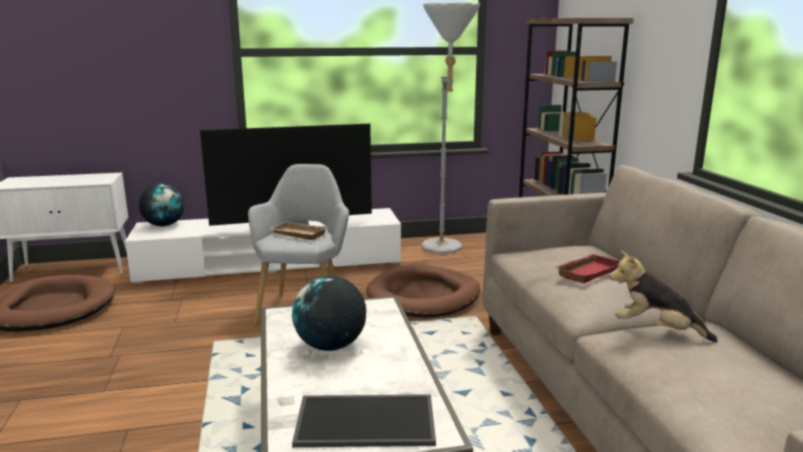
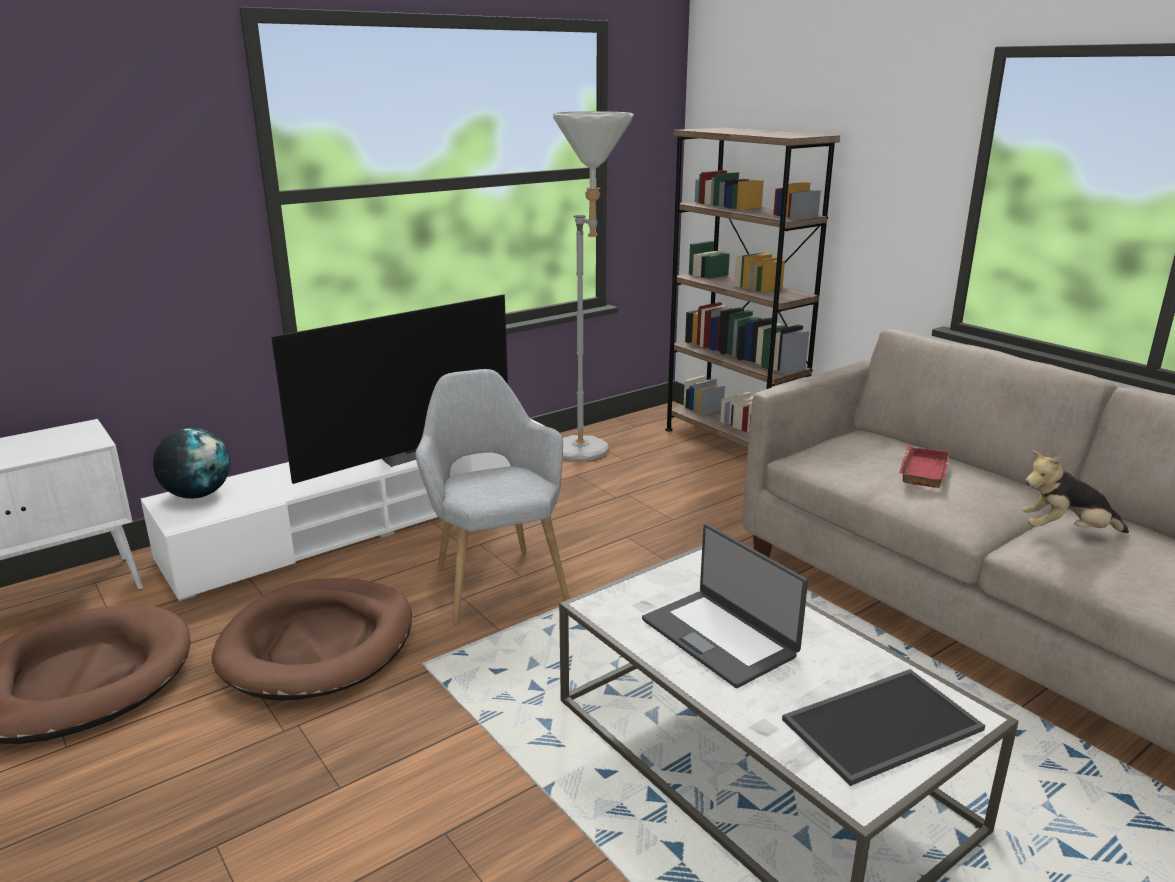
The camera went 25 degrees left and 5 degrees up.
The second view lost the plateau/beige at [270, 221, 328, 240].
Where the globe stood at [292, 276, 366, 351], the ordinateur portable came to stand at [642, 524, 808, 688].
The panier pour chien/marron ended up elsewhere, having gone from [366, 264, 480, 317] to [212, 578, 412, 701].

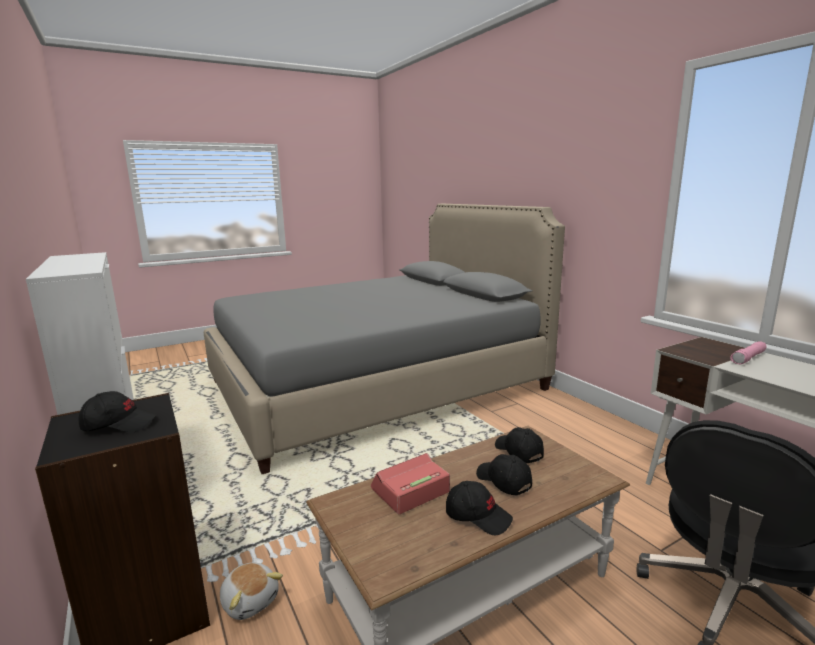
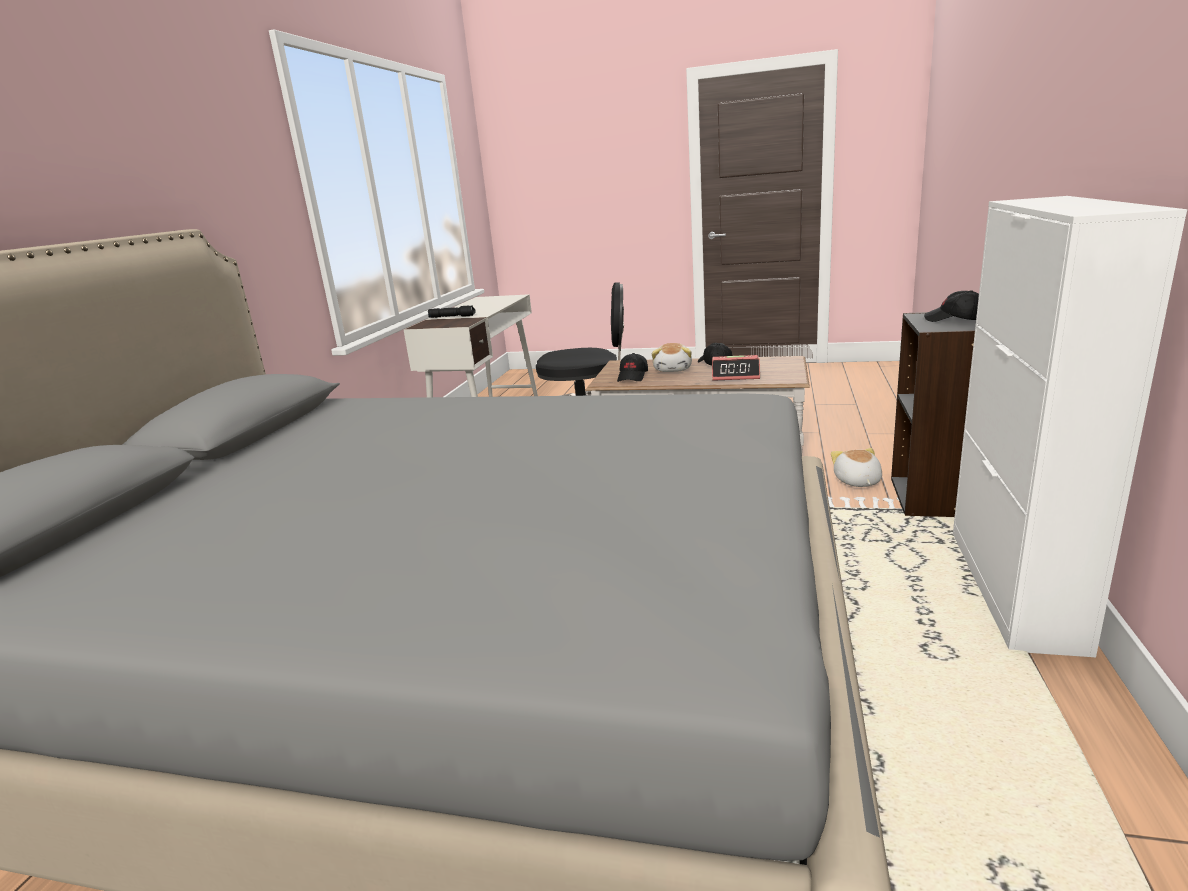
The camera went 135 degrees left and 5 degrees up.
Where the casquette/noir stood at [476, 454, 532, 496], the peluche came to stand at [652, 343, 692, 372].
What was the lampe de poche/rose at [730, 341, 766, 364] turned into the lampe de poche/noir at [428, 306, 476, 318].

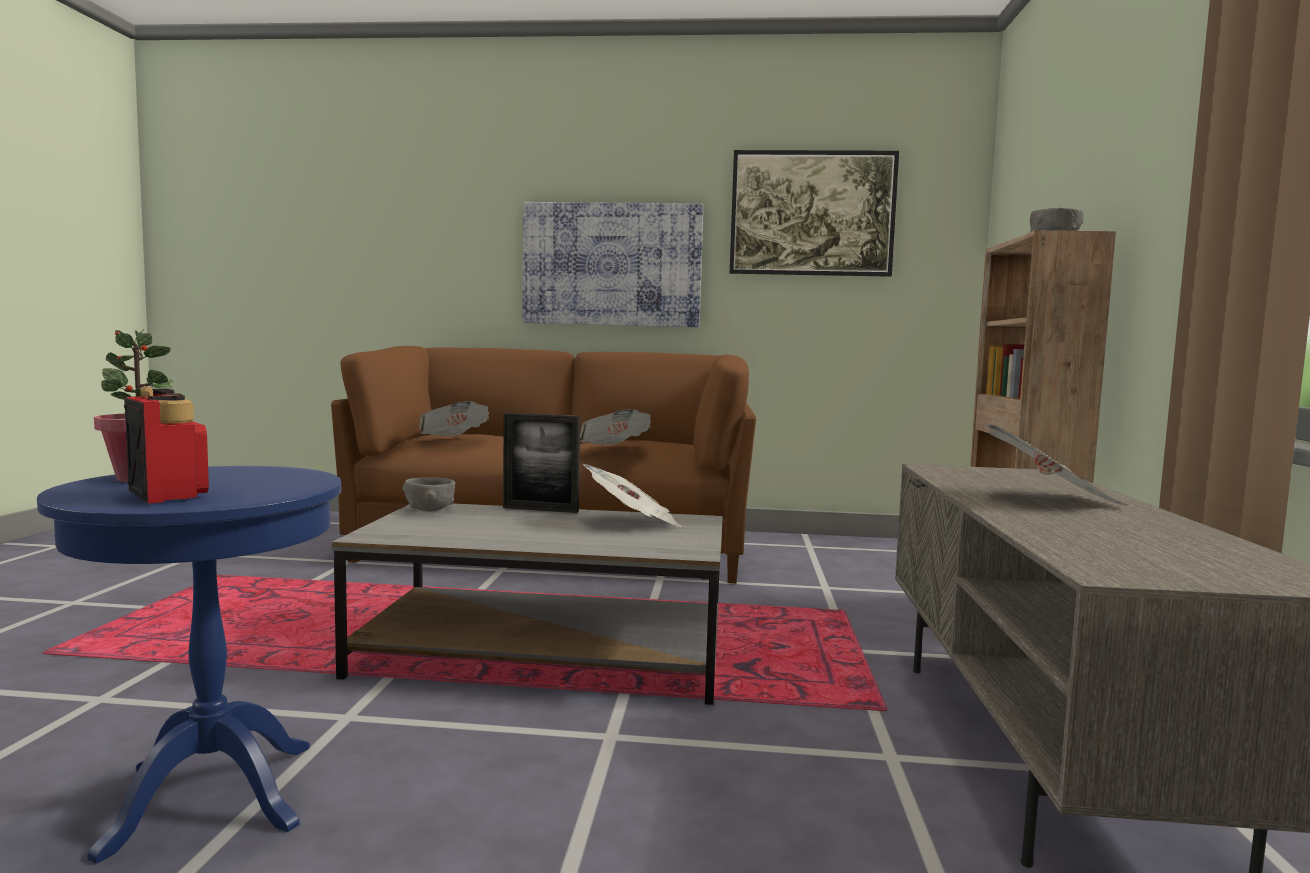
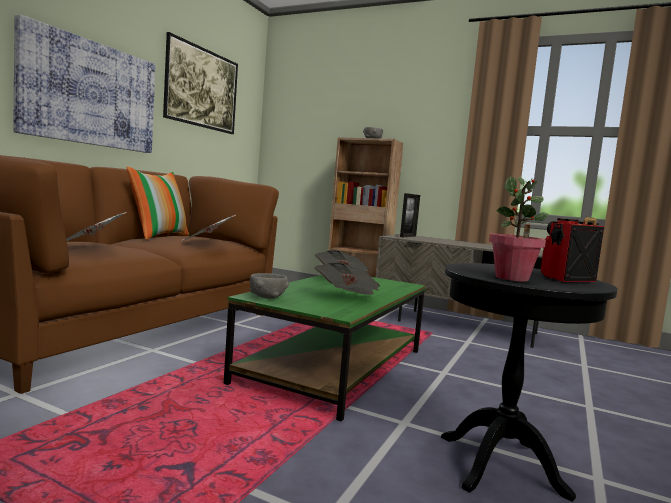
The camera went 70 degrees left and 0 degrees up.
What was the table d'appoint/bleu at [37, 466, 341, 864] turned into the table d'appoint/noir at [441, 263, 618, 502].
What was the table basse/gris at [332, 503, 723, 705] turned into the table basse/vert at [224, 275, 426, 422].
The cadre photo ended up elsewhere, having gone from [503, 413, 580, 513] to [400, 193, 420, 237].
The journal ended up elsewhere, having gone from [982, 424, 1128, 506] to [315, 263, 380, 295].
The second view gained the coussin at [126, 166, 189, 240].

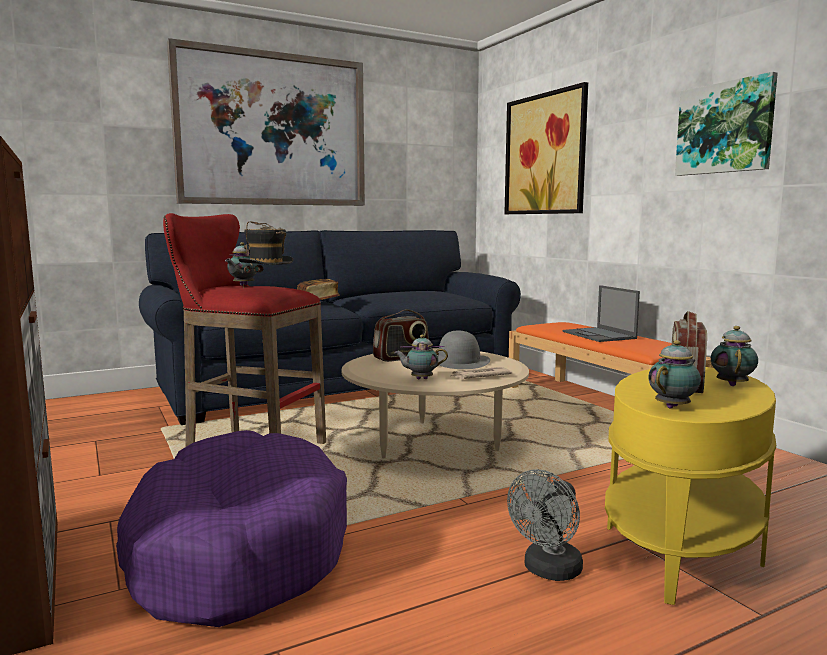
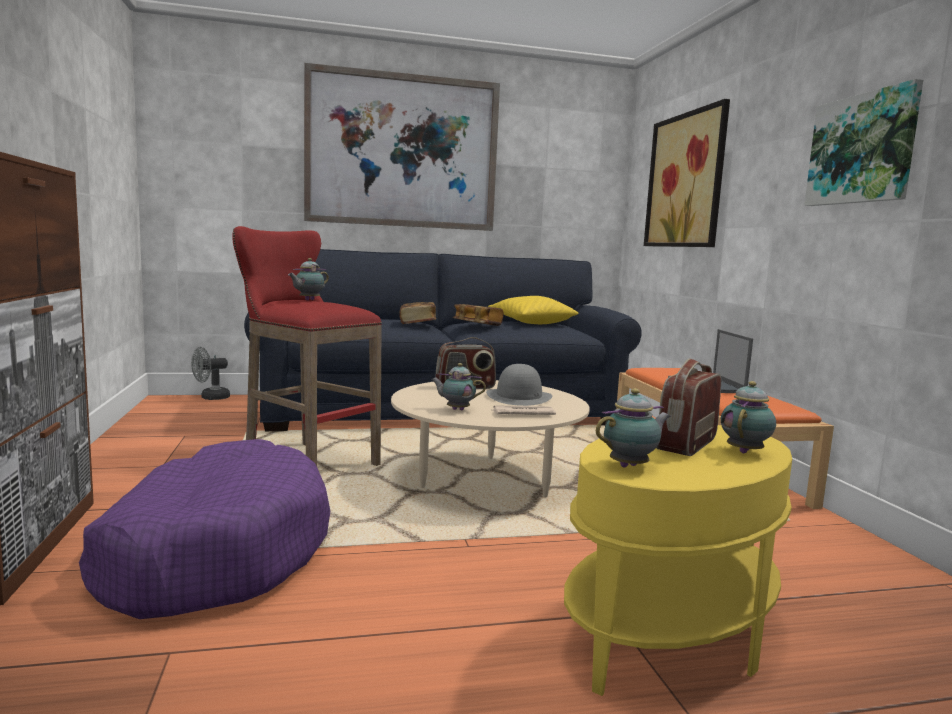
The camera went 15 degrees right and 0 degrees up.
The second view lost the chapeau at [239, 221, 293, 289].
The ventilateur/gris ended up elsewhere, having gone from [507, 469, 583, 581] to [191, 347, 230, 400].
The second view gained the livre at [453, 304, 504, 326].
The second view gained the coussin/jaune at [488, 296, 578, 324].

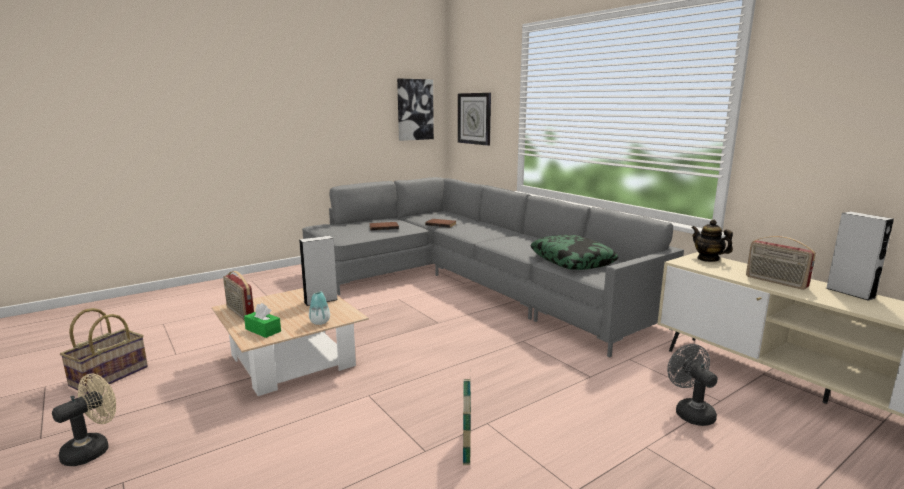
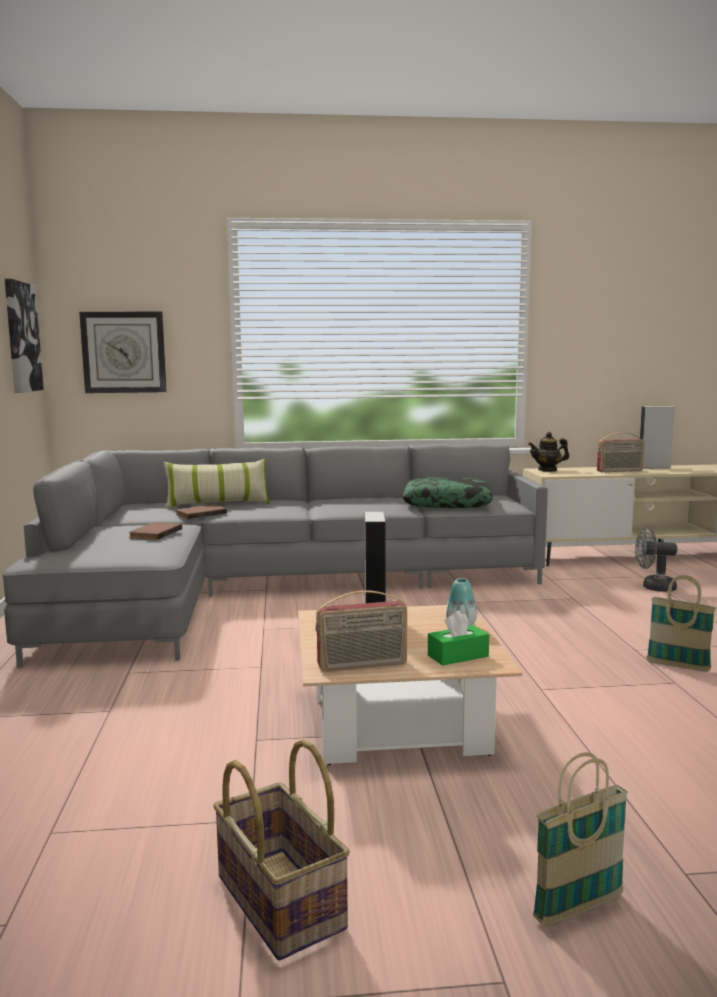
The camera went 60 degrees left and 5 degrees down.
Where the ventilateur/beige stood at [52, 374, 116, 466], the panier came to stand at [533, 752, 628, 926].
The second view gained the coussin at [163, 459, 270, 509].

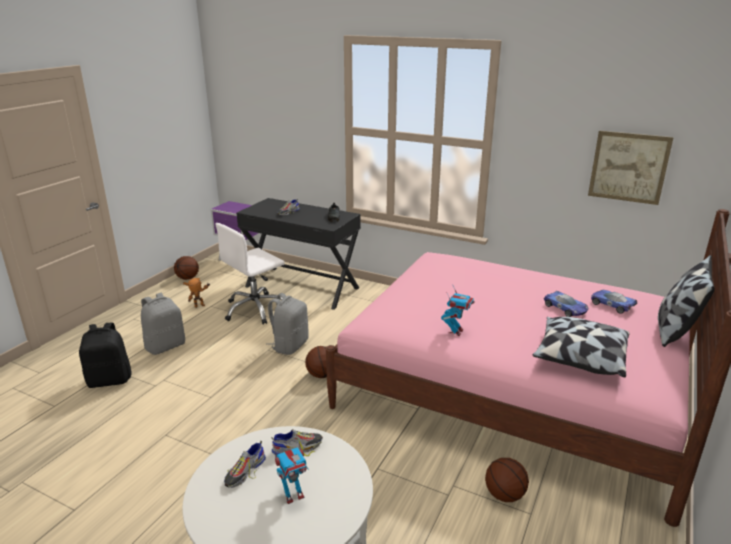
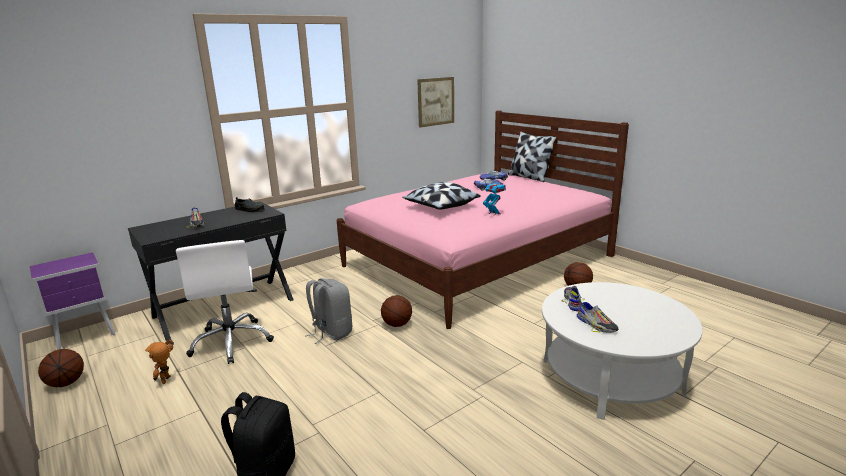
The camera went 65 degrees left and 5 degrees down.
The second view lost the sac à dos/gris at [141, 293, 185, 355].
The second view lost the robot jouet at [273, 435, 309, 504].
The coussin ended up elsewhere, having gone from [533, 317, 629, 377] to [402, 182, 481, 210].

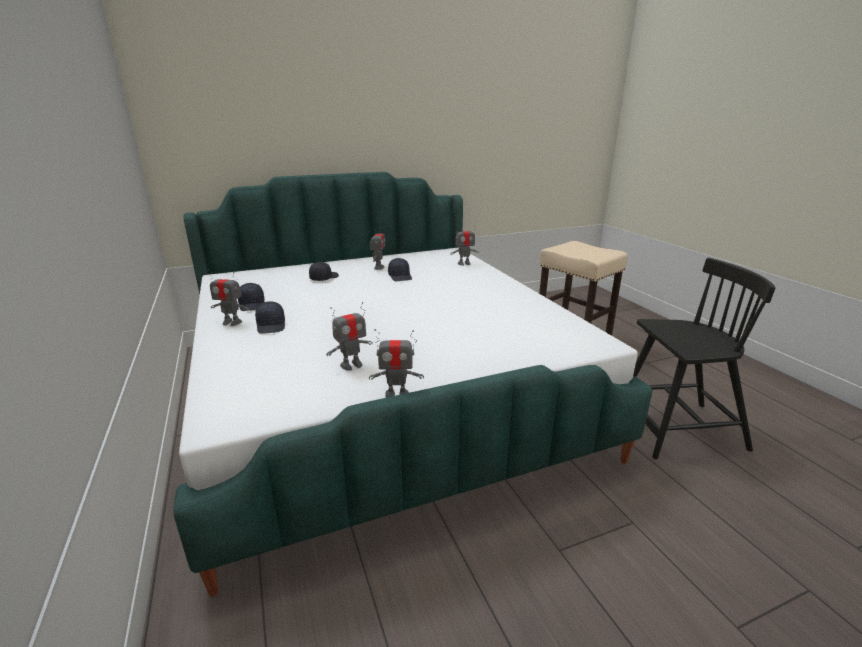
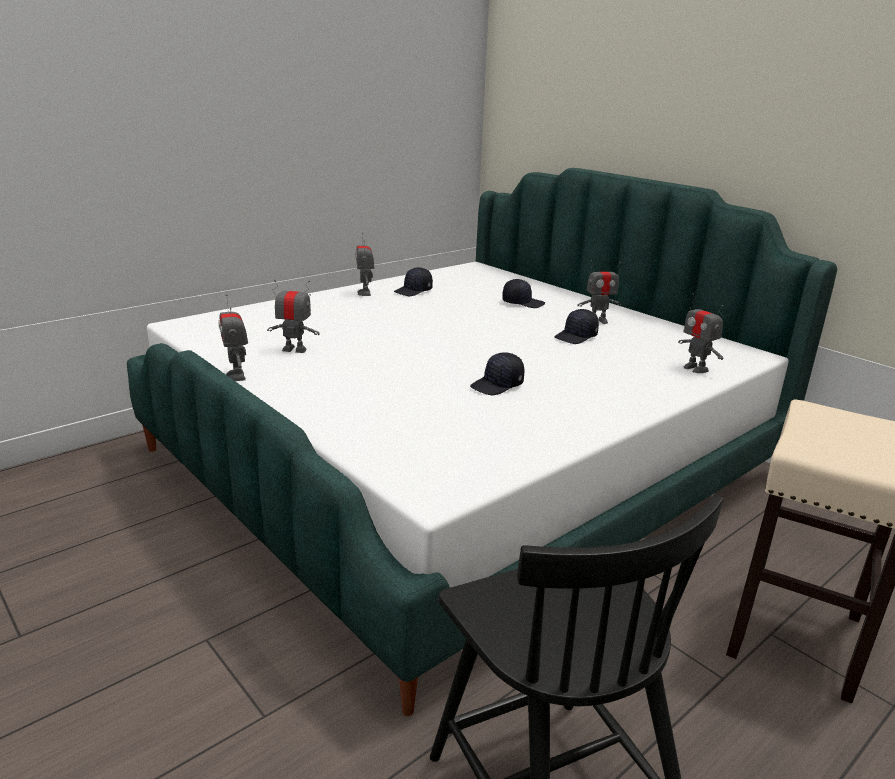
The camera went 70 degrees right and 0 degrees up.
The casquette/noir ended up elsewhere, having gone from [255, 301, 285, 334] to [470, 352, 524, 395].
The robot jouet at [326, 302, 373, 371] ended up facing another way, 150 degrees clockwise from before.

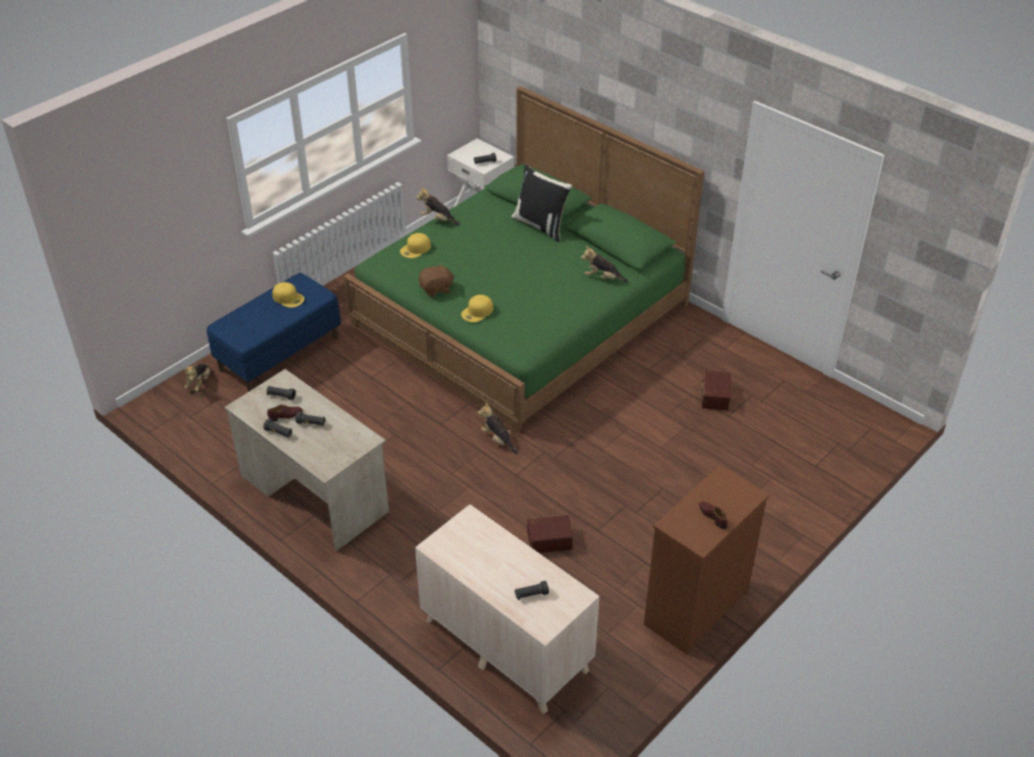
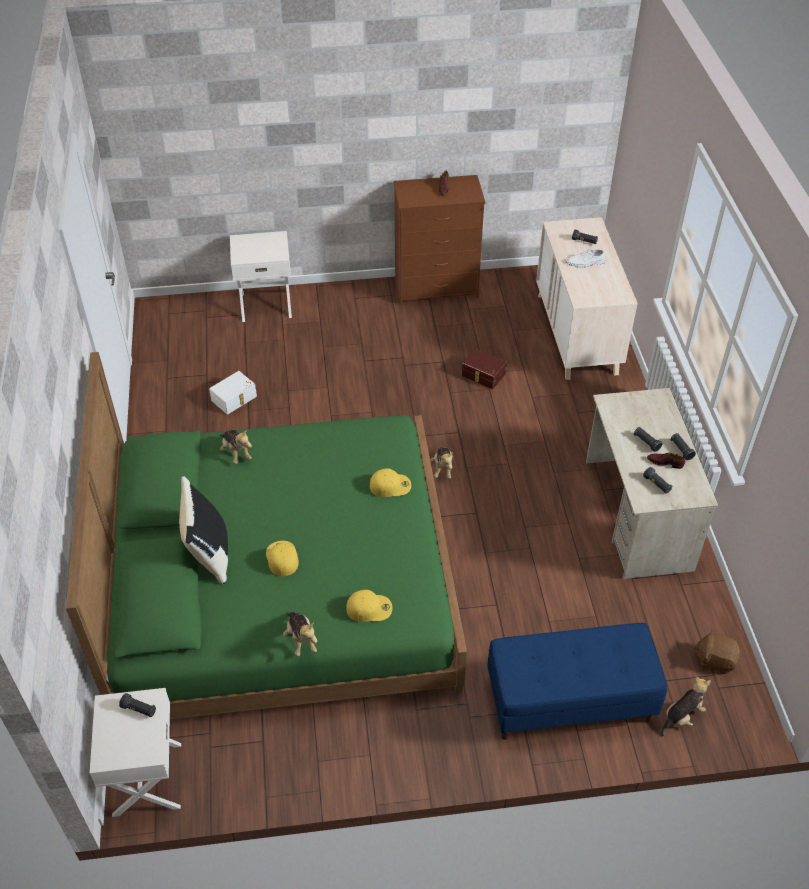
The camera went 140 degrees left and 5 degrees up.
The casquette/jaune ended up elsewhere, having gone from [272, 282, 304, 308] to [266, 541, 299, 576].
The peluche/marron ended up elsewhere, having gone from [419, 263, 454, 297] to [694, 630, 740, 674].
What was the boîte de rangement/marron at [700, 371, 731, 410] turned into the boîte de rangement/blanc at [209, 371, 257, 414].
The second view gained the table de chevet/blanc at [230, 231, 292, 322].
The second view gained the chaussure/blanc at [566, 249, 606, 267].

